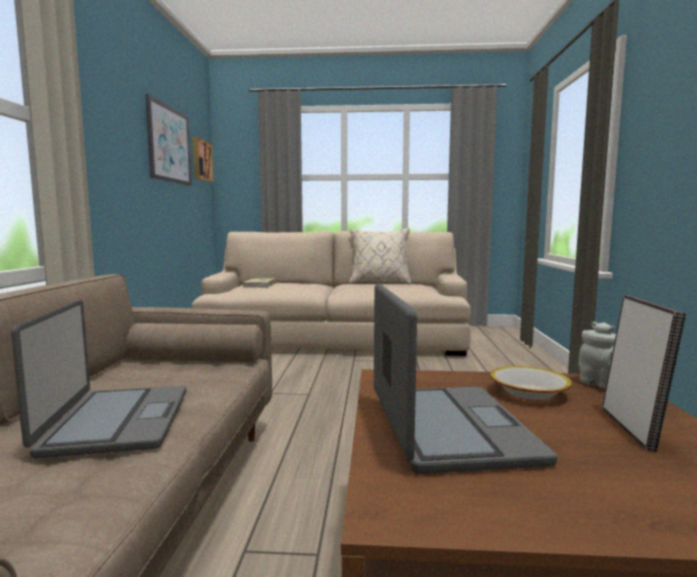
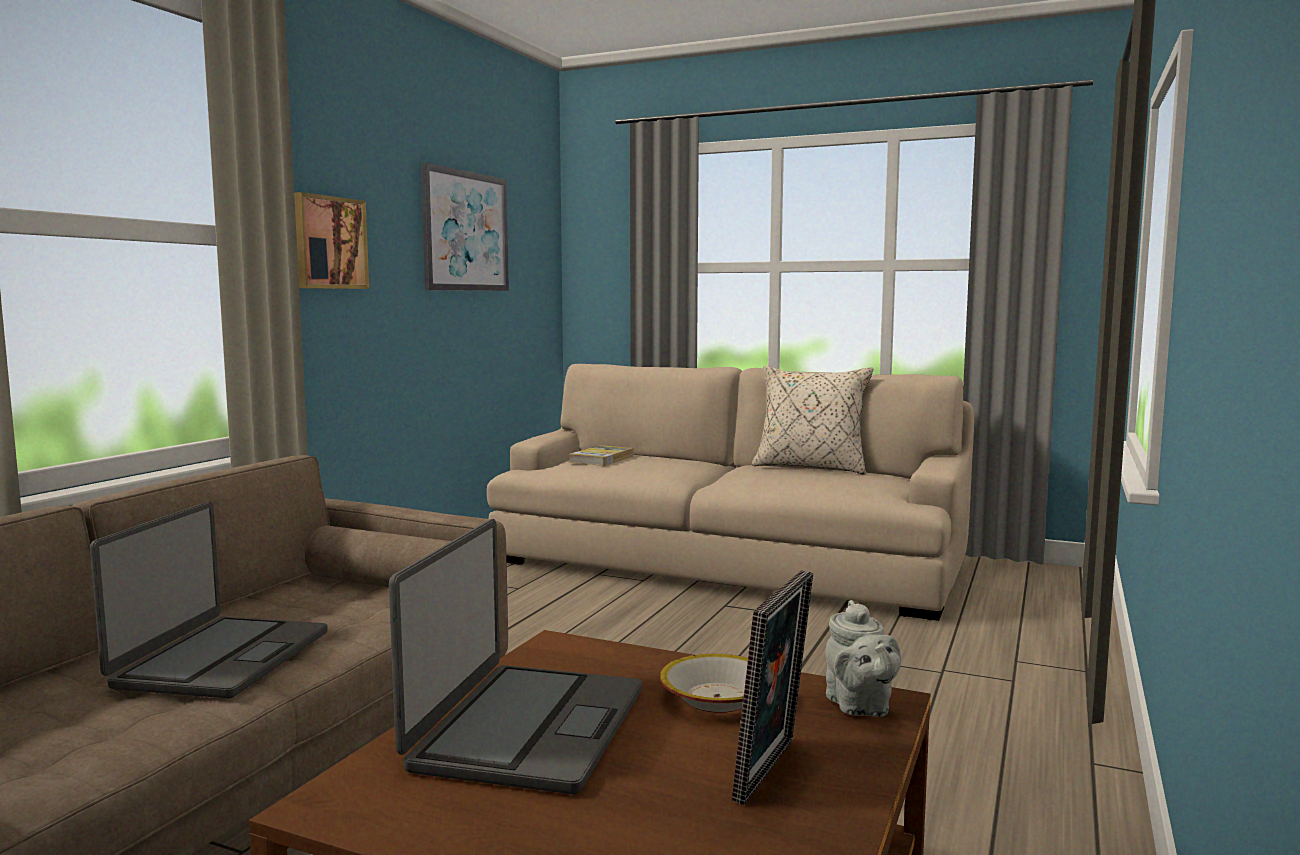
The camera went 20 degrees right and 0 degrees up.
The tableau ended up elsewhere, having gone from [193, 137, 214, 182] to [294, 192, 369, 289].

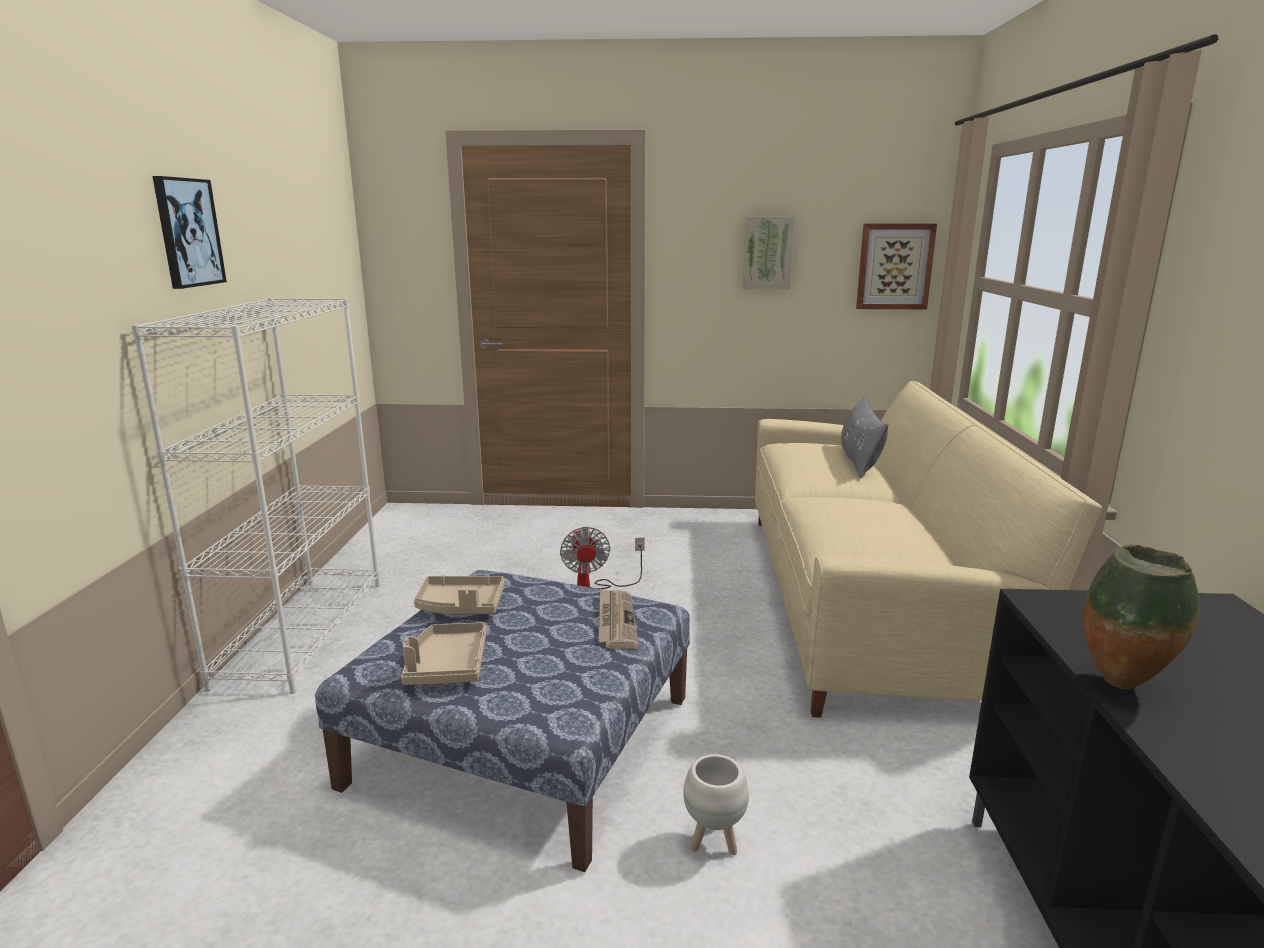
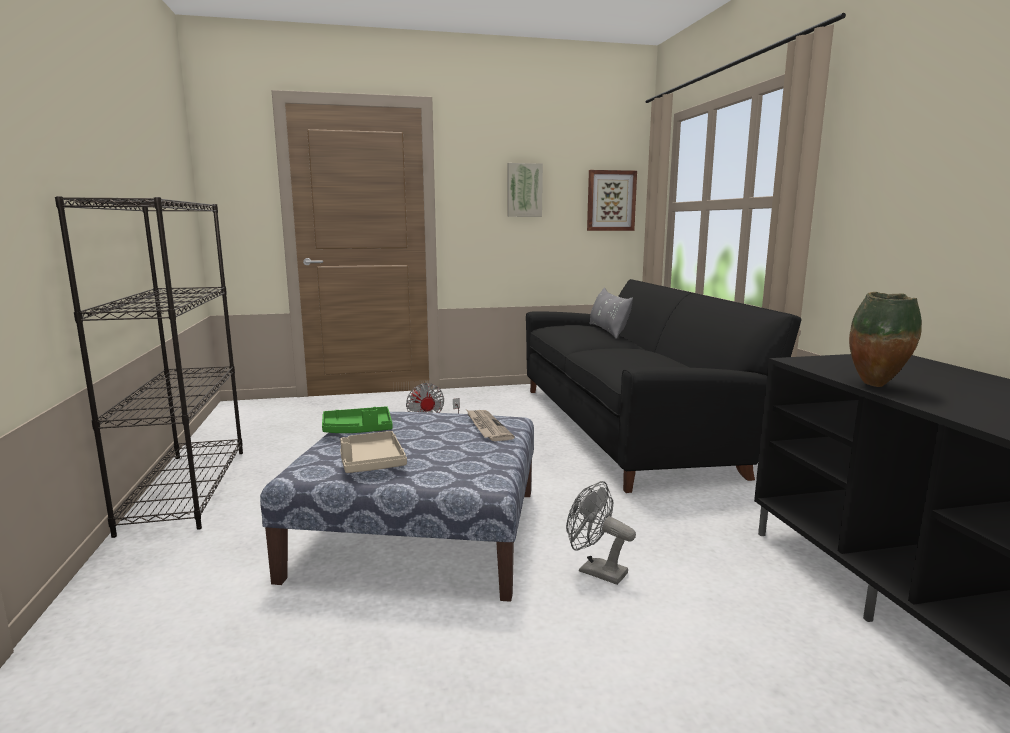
The camera went 15 degrees left and 5 degrees down.
What was the bibliothèque/blanc at [131, 297, 380, 694] turned into the bibliothèque/noir at [55, 196, 243, 538].
The second view lost the tableau at [152, 176, 227, 289].
What was the plateau/beige at [414, 575, 505, 614] turned into the plateau/vert at [322, 406, 393, 433].
Where the cache-pot/blanc stood at [683, 754, 749, 855], the ventilateur/gris came to stand at [566, 481, 636, 585].
What was the canapé/beige at [755, 380, 1102, 718] turned into the canapé/noir at [526, 279, 802, 493].

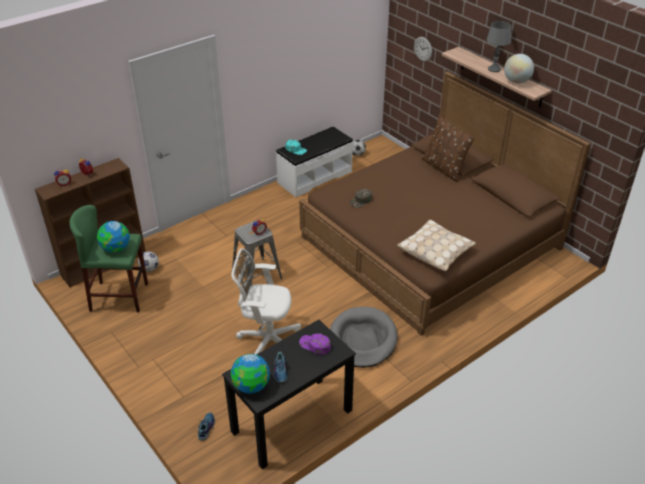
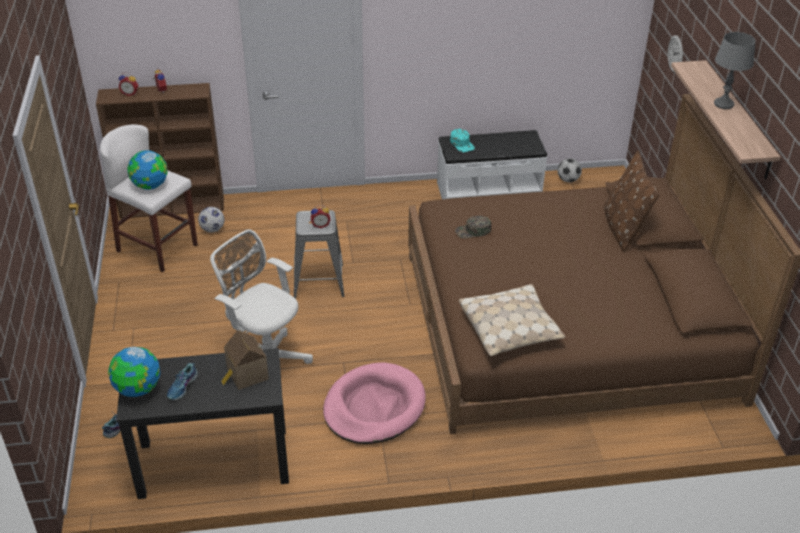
The camera went 30 degrees right and 0 degrees up.
What was the tabouret/vert at [69, 205, 148, 313] turned into the tabouret/blanc at [100, 124, 198, 272].
Where the casquette/violet stood at [299, 333, 331, 355], the maison miniature came to stand at [221, 330, 269, 390].
What was the panier pour chien/gris at [330, 307, 398, 368] turned into the panier pour chien/rose at [323, 362, 426, 444].
The second view lost the globe at [504, 54, 534, 83].

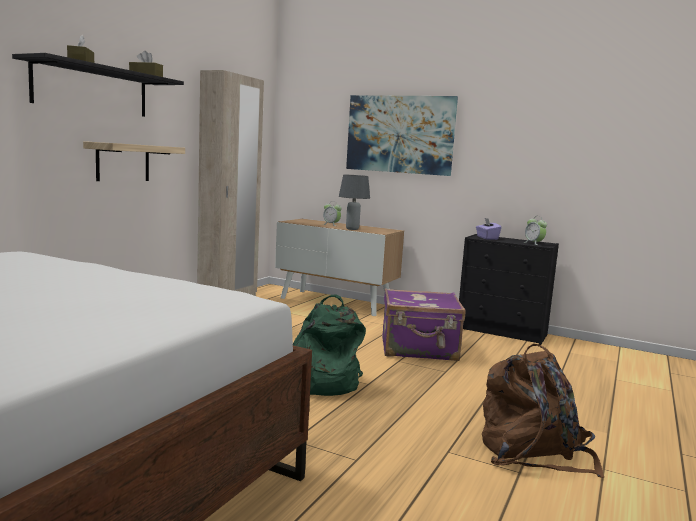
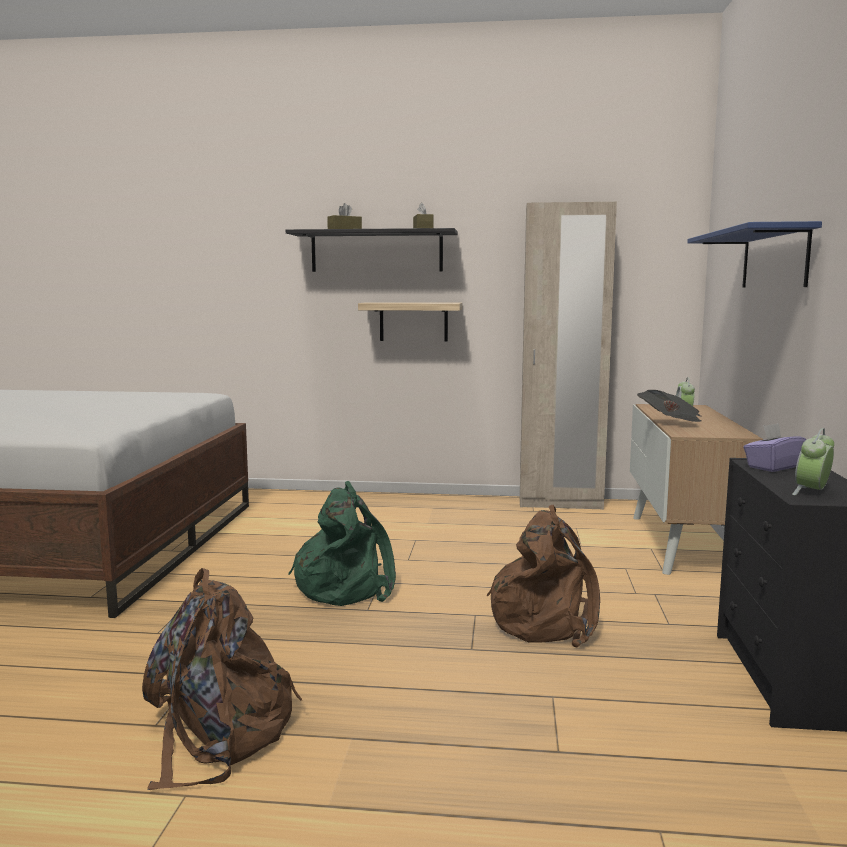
The camera went 70 degrees right and 0 degrees up.
Where the lampe de table/gris stood at [339, 174, 370, 230], the journal came to stand at [637, 390, 701, 422].
Where the tableau hung at [346, 95, 458, 176], the étagère/bleu came to hang at [687, 221, 822, 287].
Where the valise/violet stood at [382, 288, 465, 361], the sac à dos/marron came to stand at [487, 505, 600, 647].

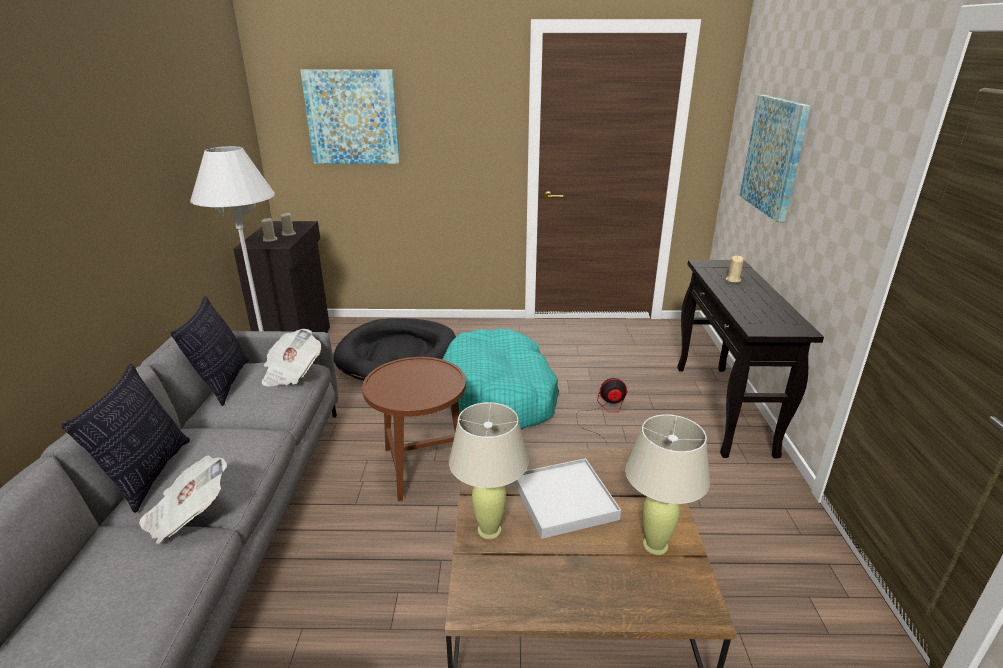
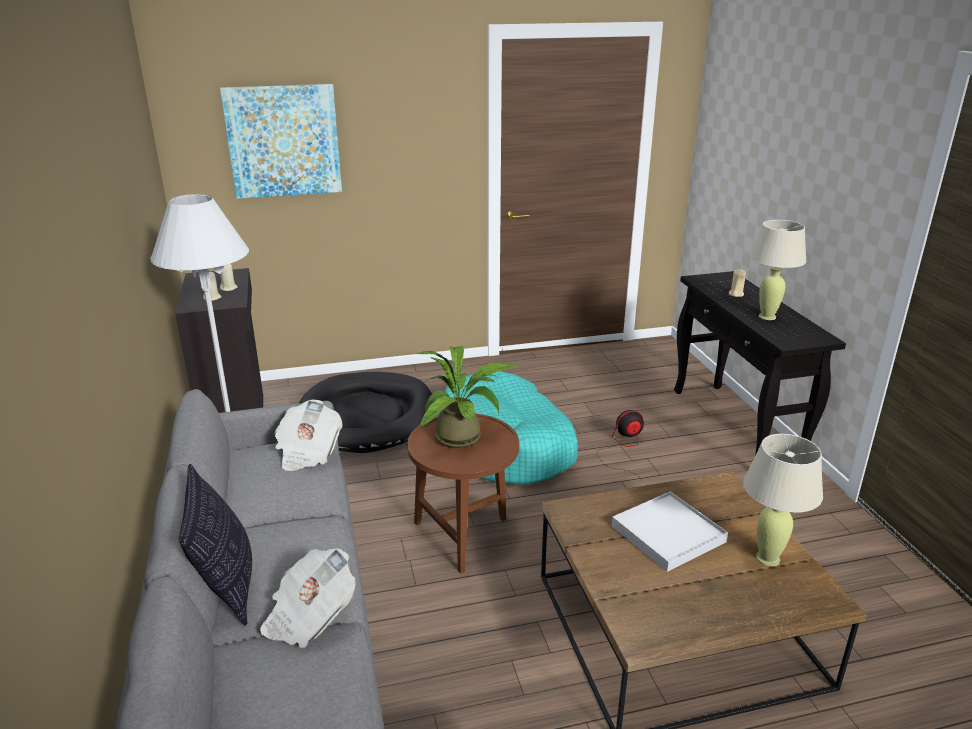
The camera went 15 degrees left and 0 degrees up.
The second view lost the coussin at [170, 296, 249, 406].
The lampe de table/beige ended up elsewhere, having gone from [449, 402, 529, 539] to [750, 220, 806, 320].
The second view lost the tableau at [740, 95, 811, 223].
The second view gained the plante en pot at [415, 346, 516, 448].

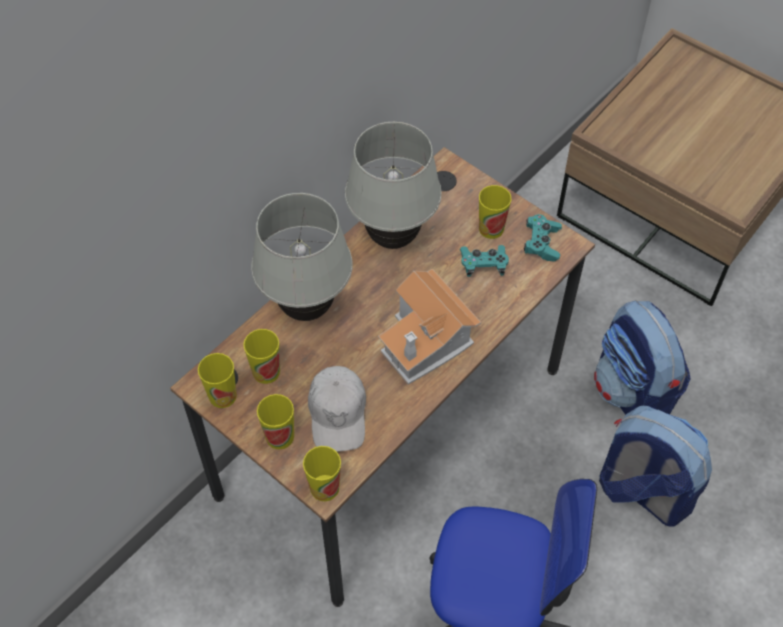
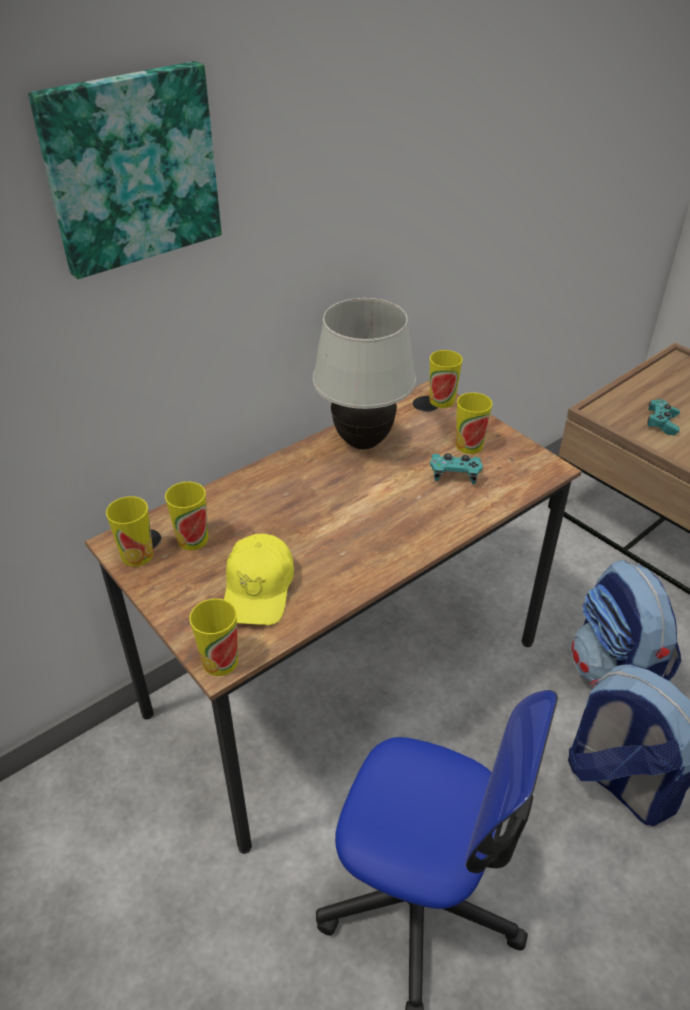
The camera went 10 degrees right and 15 degrees down.
The second view lost the lampe de table/blanc at [251, 193, 353, 321].
The tasse ended up elsewhere, having gone from [257, 394, 294, 450] to [430, 350, 463, 408].
What was the casquette/blanc at [308, 366, 366, 452] turned into the casquette/jaune at [224, 534, 294, 625].
The second view lost the maison miniature at [378, 269, 481, 385].
The manette/turquoise ended up elsewhere, having gone from [524, 214, 562, 262] to [648, 399, 680, 435].
The second view gained the tableau at [28, 61, 222, 279].

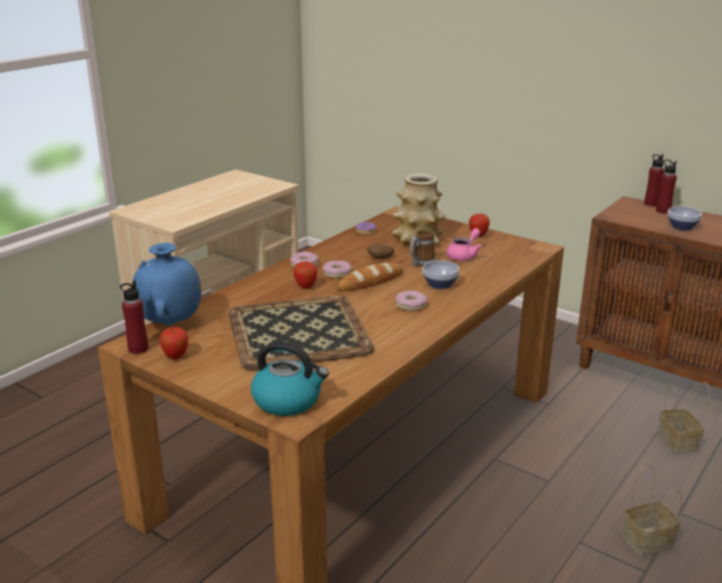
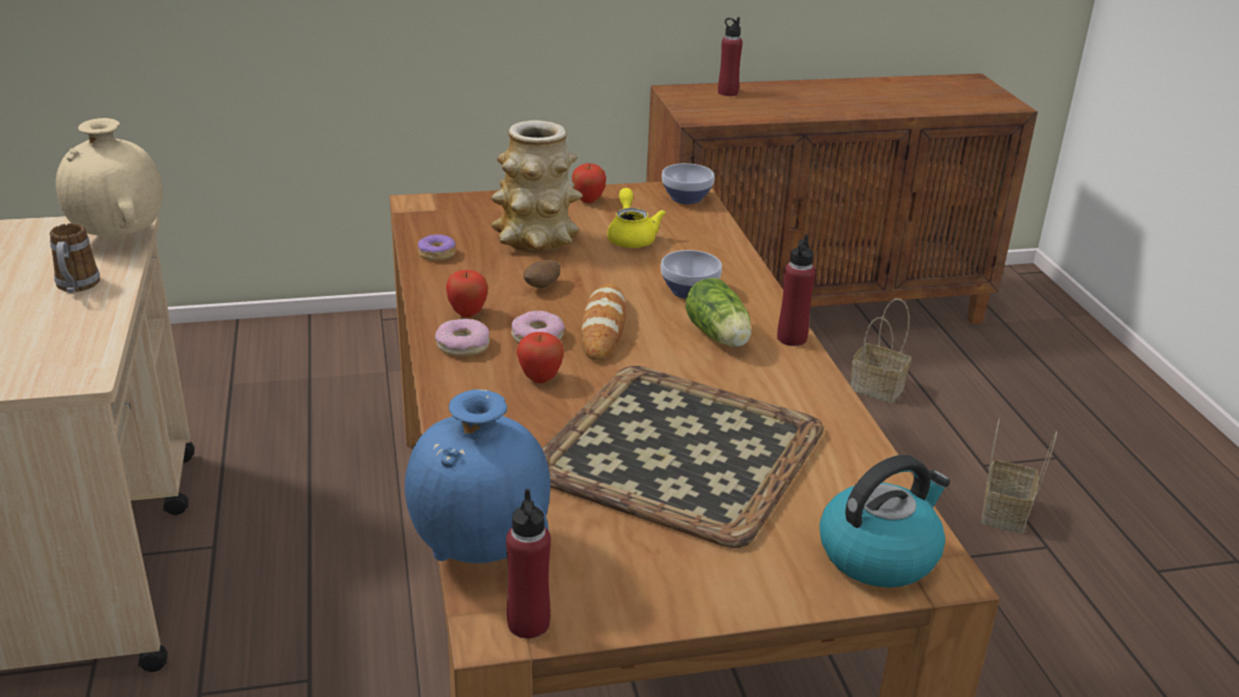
The camera went 50 degrees left and 5 degrees up.
The pomme ended up elsewhere, having gone from [159, 327, 188, 359] to [446, 270, 488, 317].
Where the beignet stood at [396, 290, 428, 311], the laitue came to stand at [685, 278, 751, 347].
The mug ended up elsewhere, having gone from [410, 230, 435, 267] to [50, 223, 100, 293].
What was the théière/rose at [446, 228, 482, 261] turned into the théière/jaune at [607, 188, 666, 248].
The bouteille/rouge ended up elsewhere, having gone from [644, 154, 664, 206] to [777, 234, 816, 346].
The bol ended up elsewhere, having gone from [667, 206, 702, 230] to [662, 163, 714, 204].
The second view gained the vase/beige at [56, 118, 163, 241].

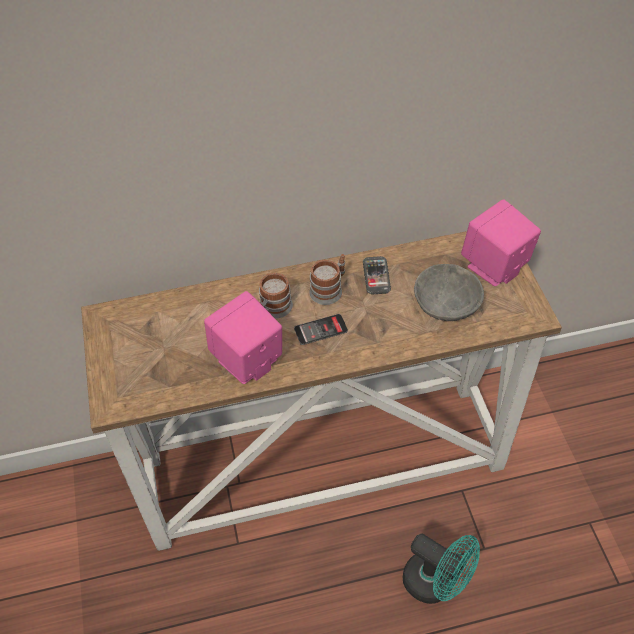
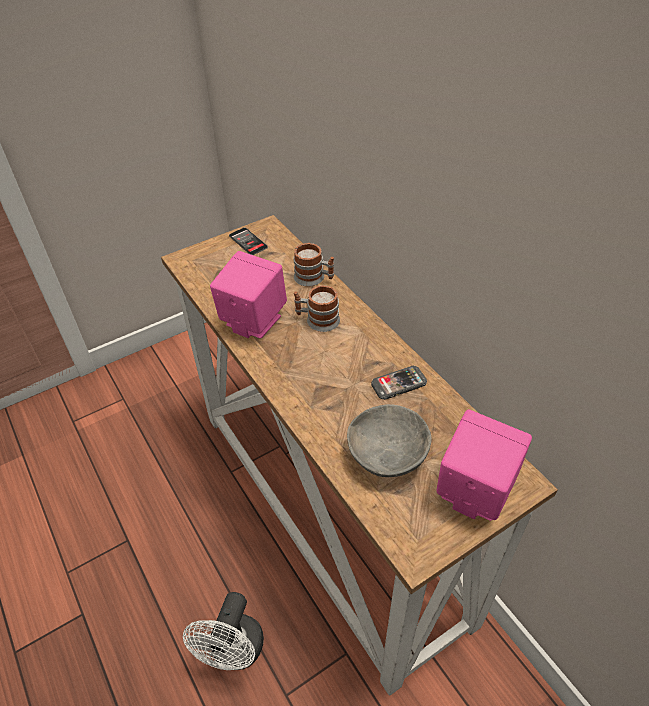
The camera went 70 degrees right and 5 degrees down.
The téléphone ended up elsewhere, having gone from [294, 314, 348, 345] to [229, 228, 268, 255].
The mug ended up elsewhere, having gone from [309, 254, 345, 305] to [293, 243, 334, 287].
What was the ventilateur/turquoise at [403, 533, 480, 604] turned into the ventilateur/blanc at [183, 592, 264, 670].

